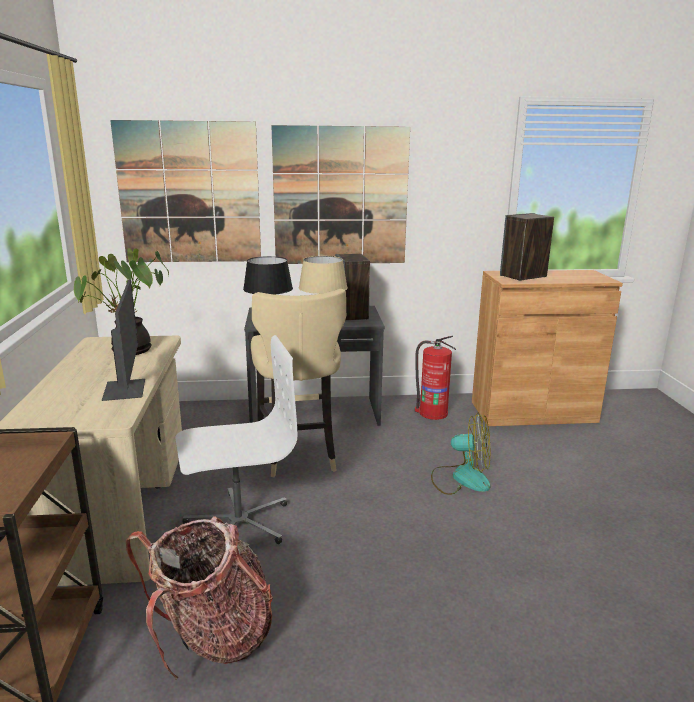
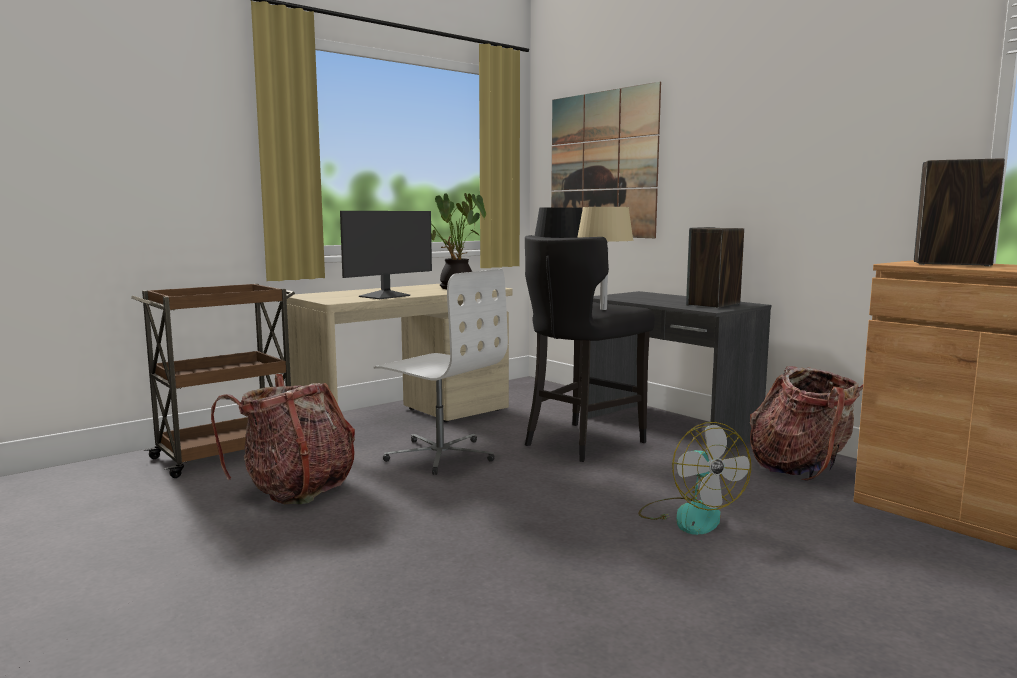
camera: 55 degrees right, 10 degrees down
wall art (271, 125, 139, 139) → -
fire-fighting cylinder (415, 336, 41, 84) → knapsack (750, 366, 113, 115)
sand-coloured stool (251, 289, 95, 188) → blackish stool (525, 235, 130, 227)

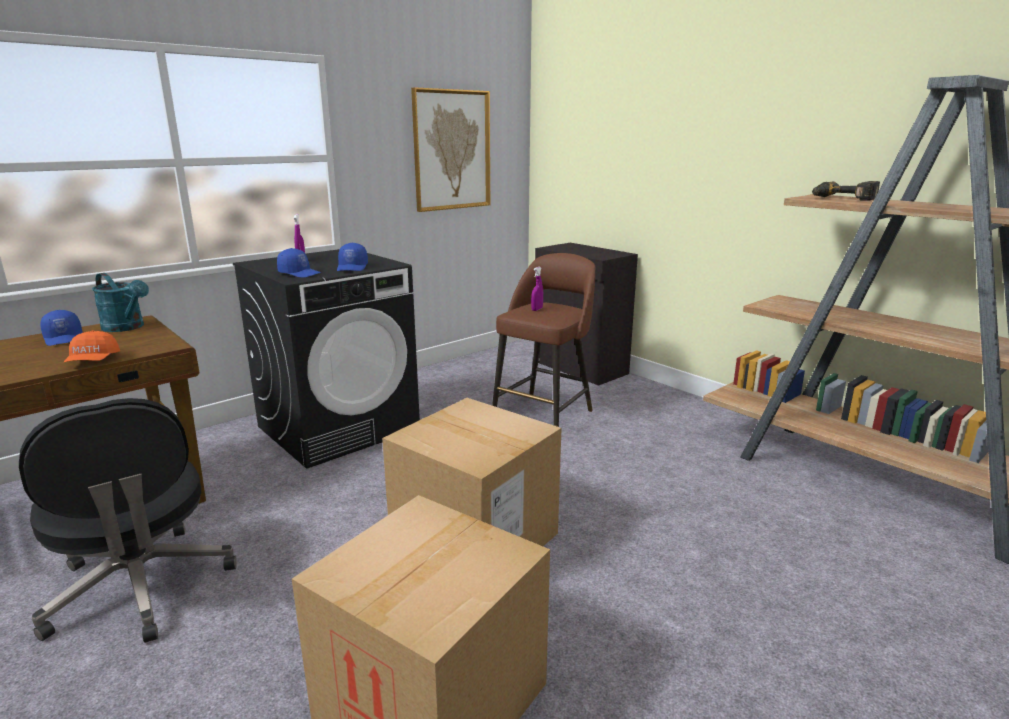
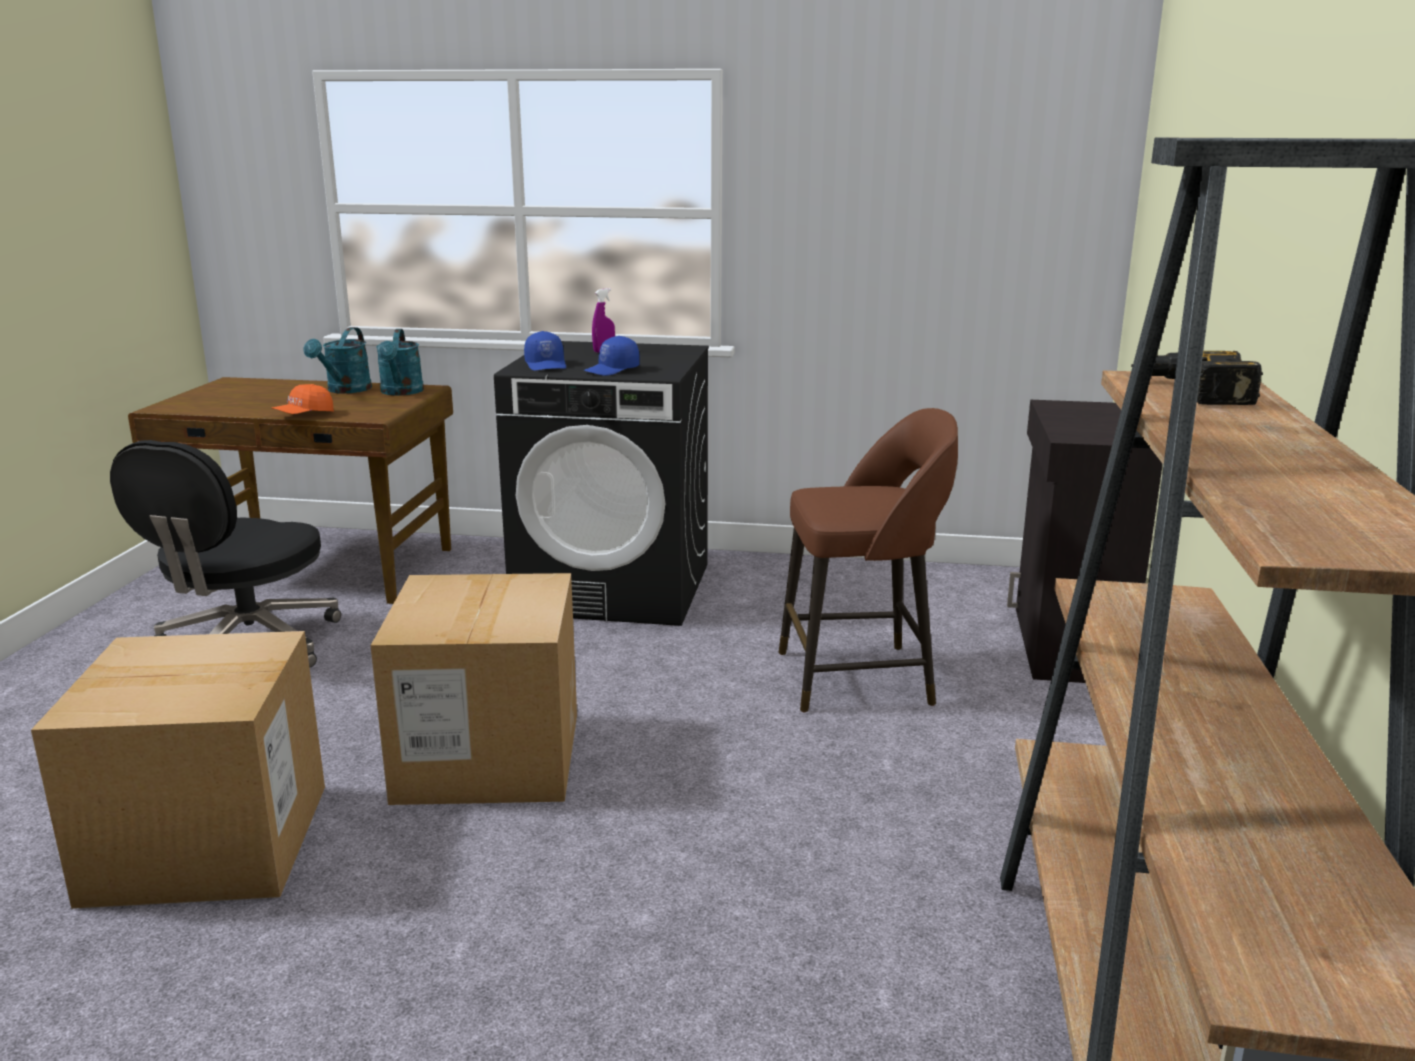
camera: 50 degrees right, 0 degrees up
wall art (411, 87, 79, 125) → -
purple hand sprayer (531, 267, 12, 44) → -
bluish peaked cap (41, 310, 41, 36) → turquoise watering can (303, 327, 69, 66)

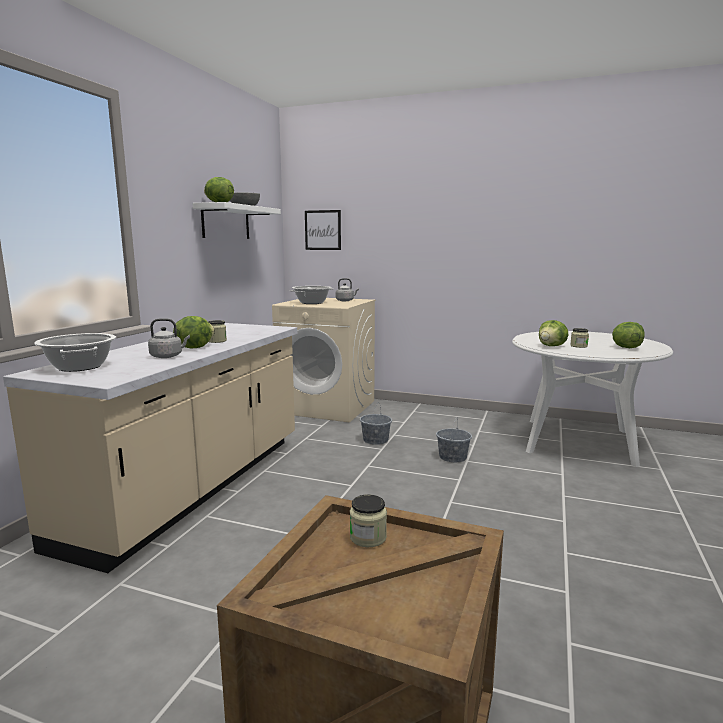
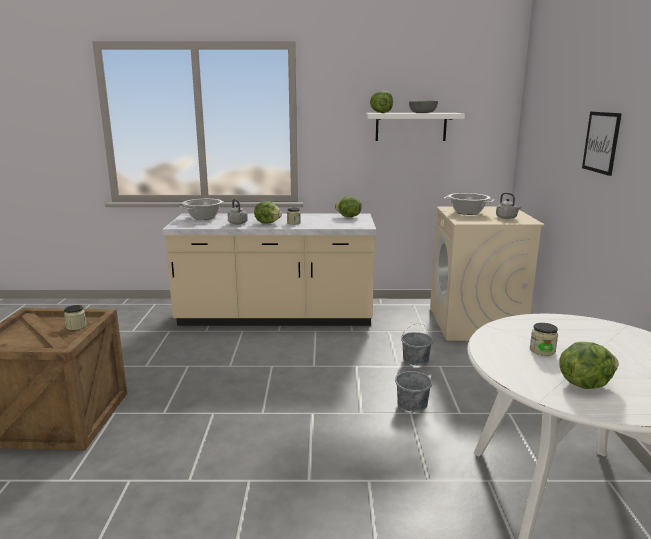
camera: 70 degrees right, 5 degrees up
wall art (305, 210, 36, 40) → wall art (582, 112, 40, 64), shifted
head of lettuce (539, 320, 30, 26) → head of lettuce (335, 196, 26, 21), shifted

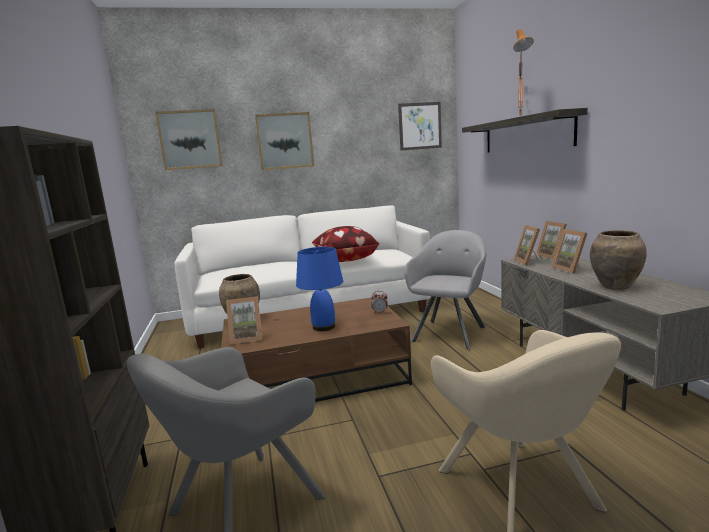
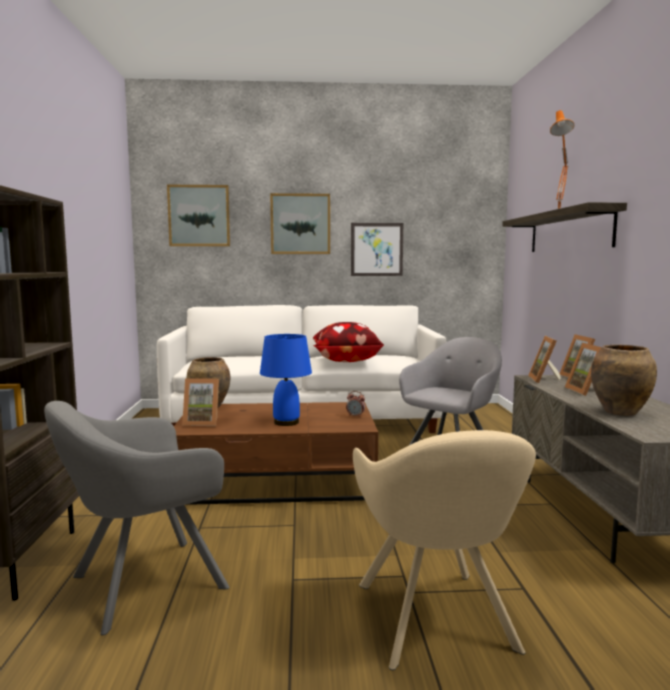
camera: 10 degrees right, 5 degrees down
wall art (398, 102, 44, 49) → wall art (351, 223, 52, 53), shifted

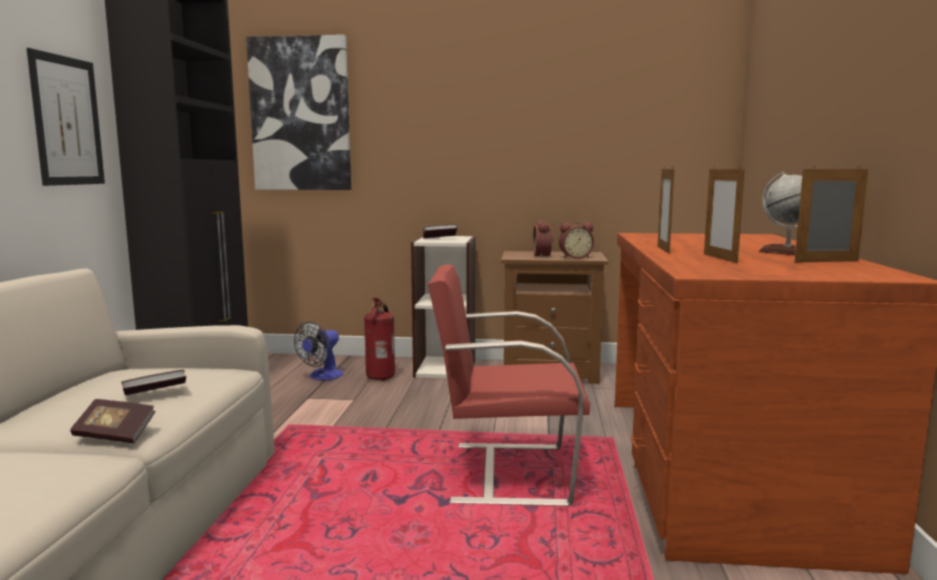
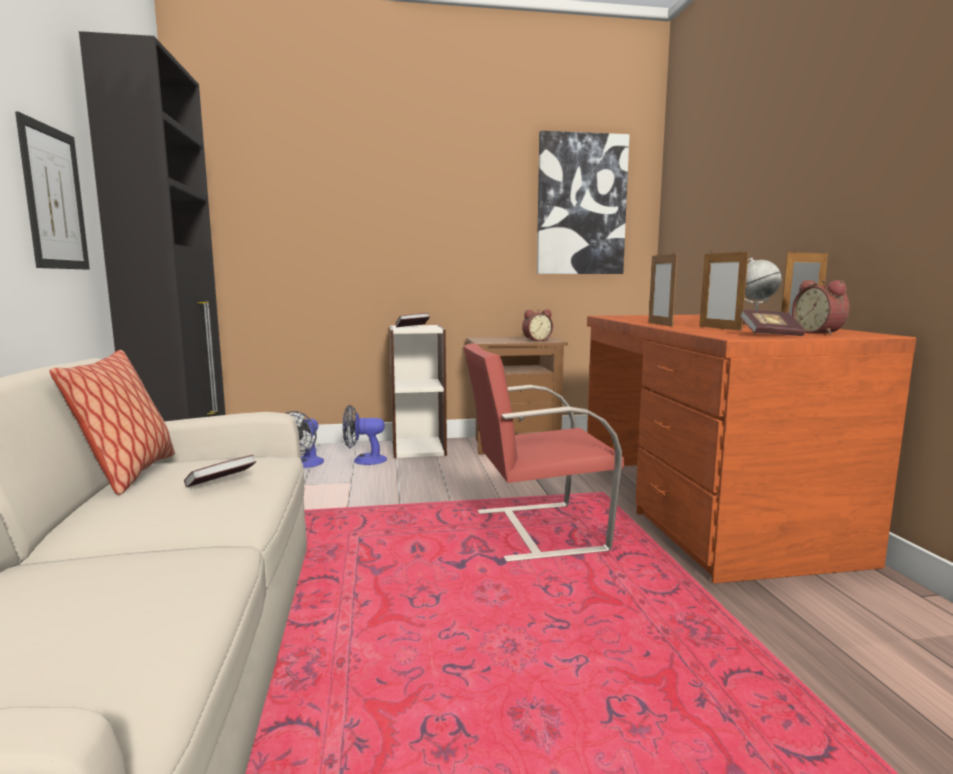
camera: 15 degrees left, 0 degrees up
- → pillow (49, 350, 126, 145)
book (70, 399, 85, 44) → book (740, 310, 65, 26), shifted
wall art (246, 35, 105, 155) → wall art (537, 131, 93, 143), shifted
alarm clock (533, 220, 20, 38) → alarm clock (792, 280, 57, 55), shifted
fire-fighting cylinder (364, 297, 31, 84) → cooling fan (343, 405, 44, 60)

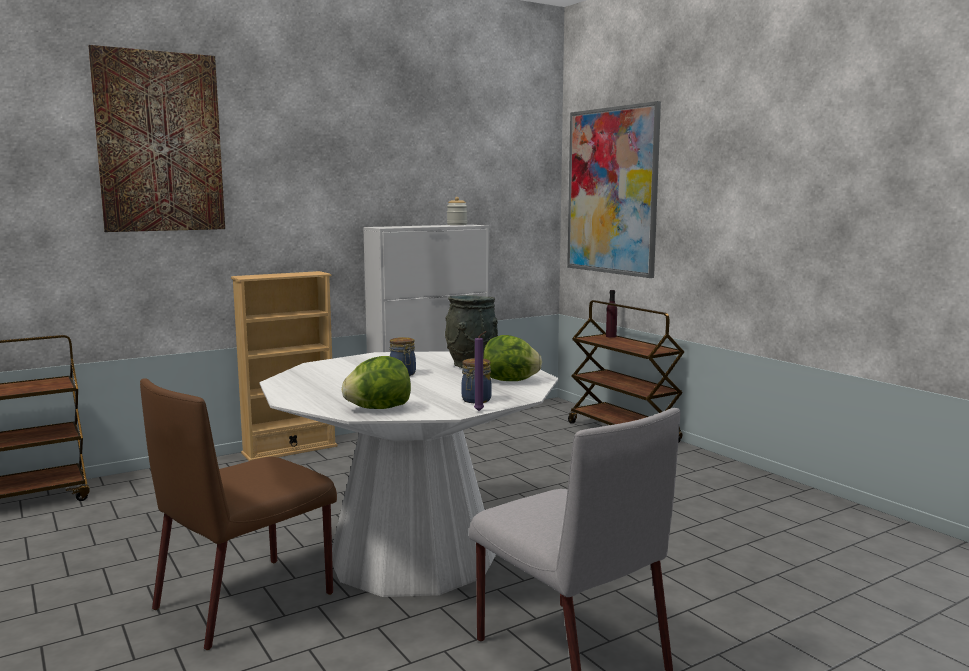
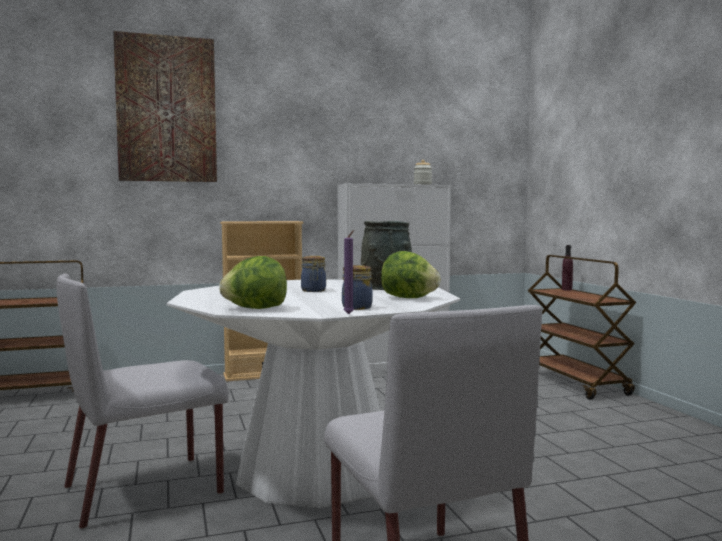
camera: 15 degrees right, 5 degrees down
wall art (567, 101, 94, 177) → -
brownish chair (140, 378, 197, 272) → gray chair (57, 274, 172, 255)

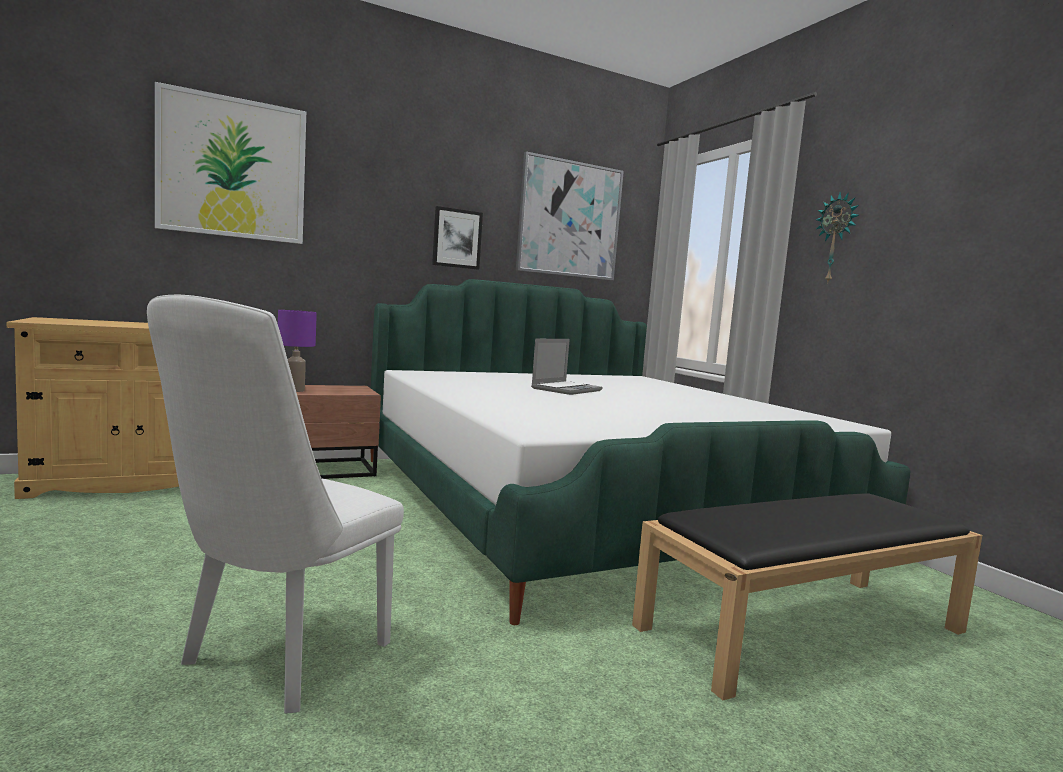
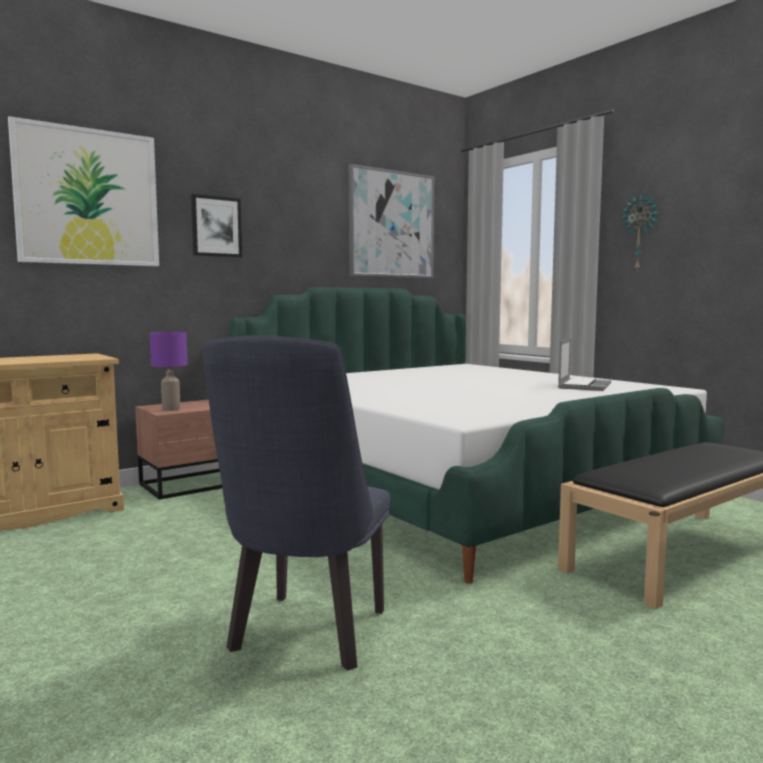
camera: 10 degrees left, 0 degrees up
wall art (432, 206, 51, 64) → wall art (191, 194, 51, 64), shifted
laptop (531, 339, 71, 56) → laptop (558, 338, 53, 53), shifted
whitish chair (147, 295, 257, 419) → bluish chair (203, 335, 188, 335)

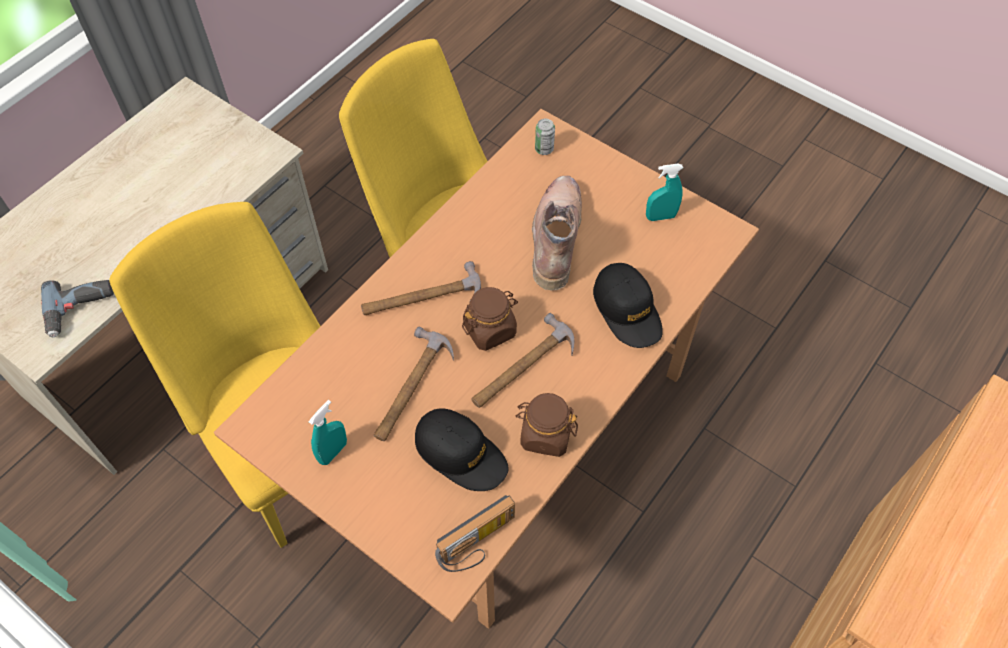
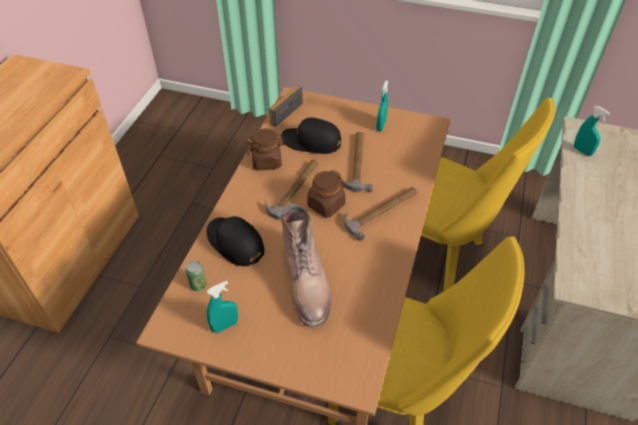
camera: 160 degrees right, 10 degrees down
can (535, 119, 20, 36) → can (185, 261, 22, 30), shifted
power drill (41, 280, 73, 58) → turquoise hand sprayer (574, 106, 36, 50)

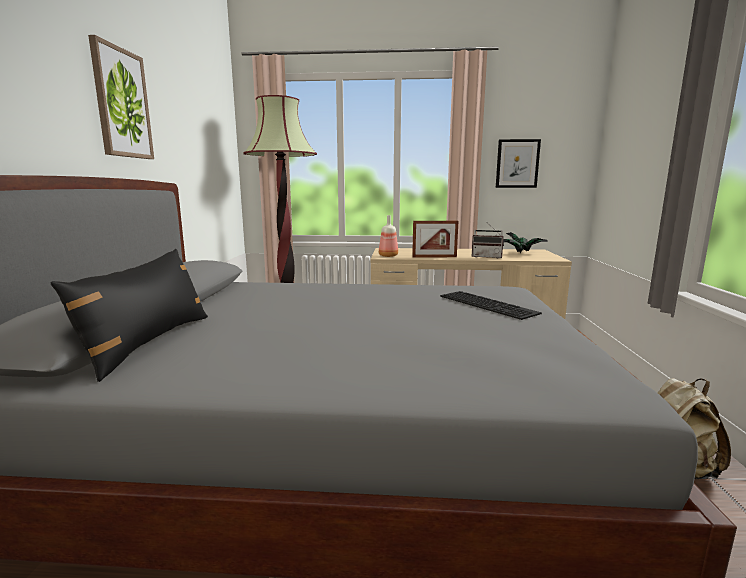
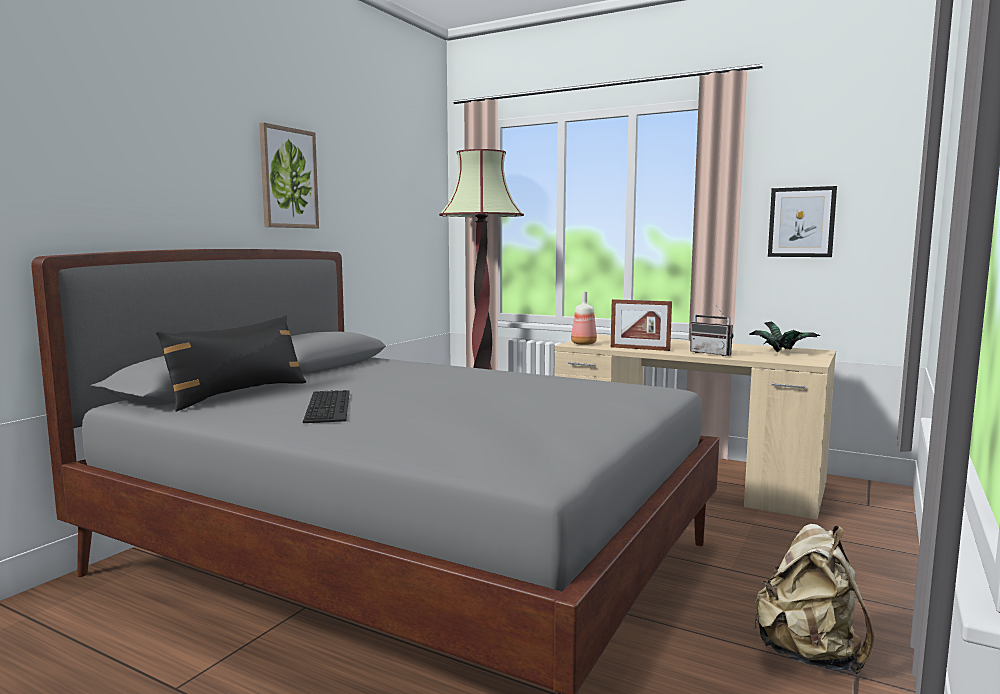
camera: 25 degrees right, 5 degrees down
computer keyboard (440, 291, 102, 29) → computer keyboard (303, 390, 47, 33), shifted

